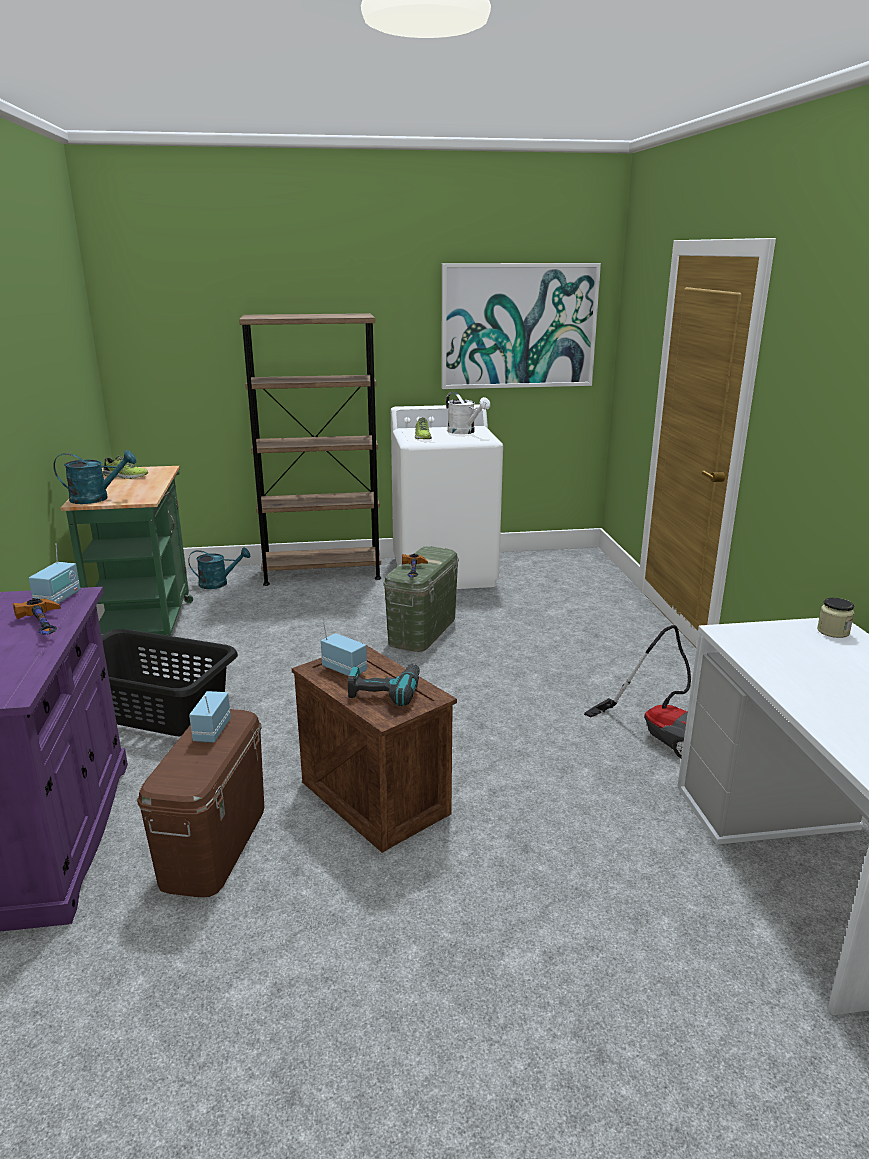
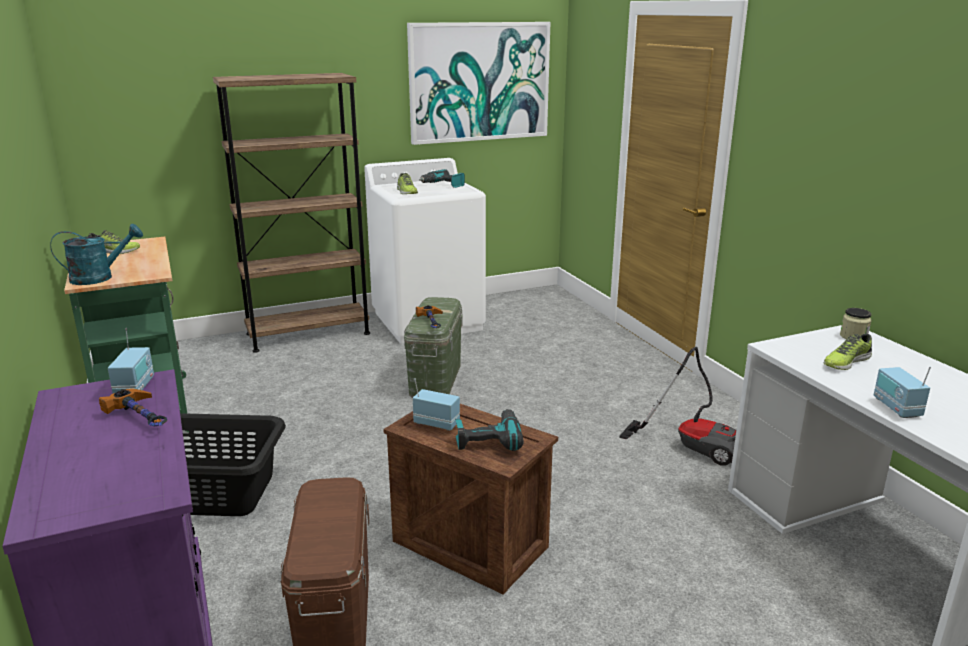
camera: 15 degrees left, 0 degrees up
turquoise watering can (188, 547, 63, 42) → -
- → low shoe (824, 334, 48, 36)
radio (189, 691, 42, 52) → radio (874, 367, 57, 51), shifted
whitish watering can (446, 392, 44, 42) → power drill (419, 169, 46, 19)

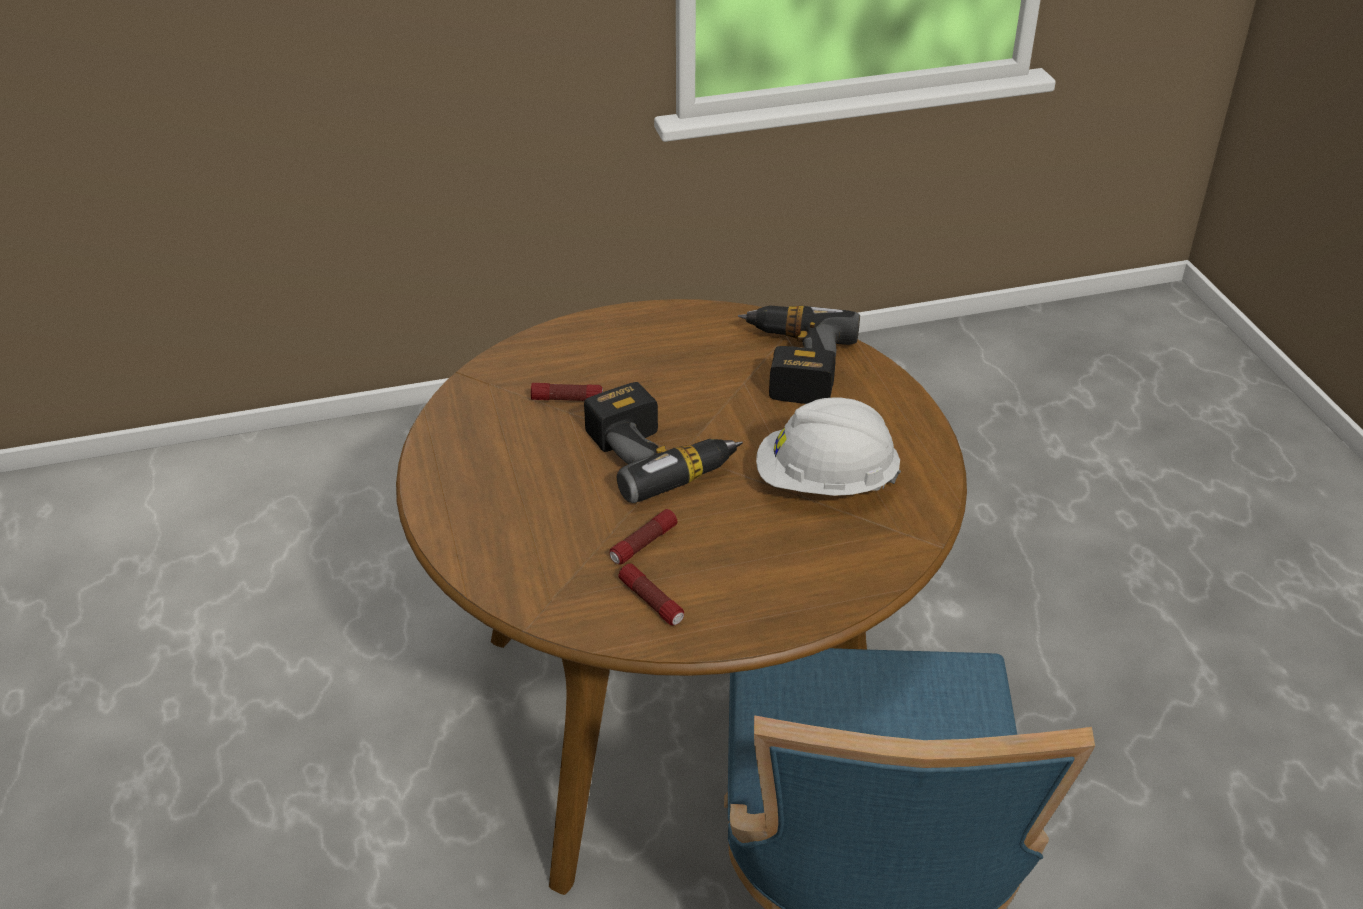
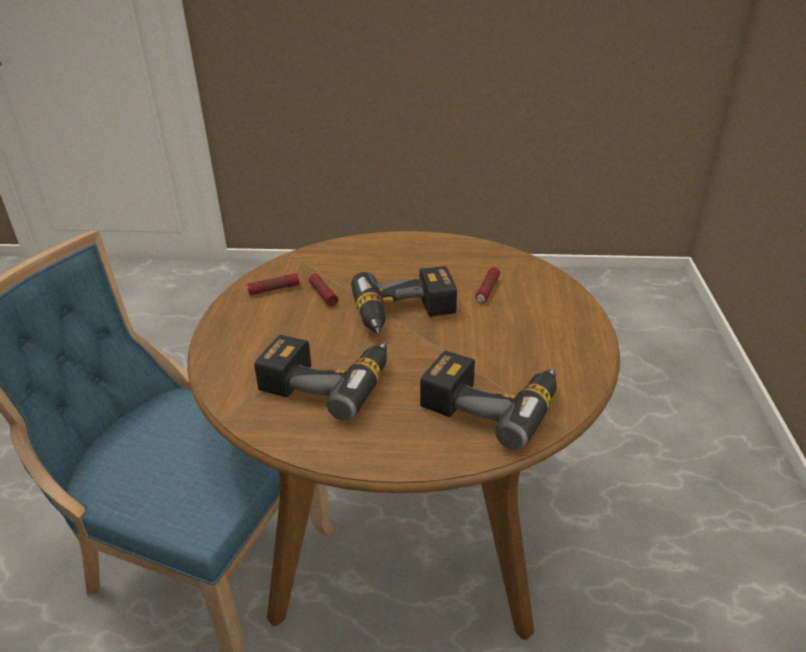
camera: 110 degrees right, 5 degrees down
whitish safety helmet (756, 398, 145, 98) → power drill (254, 335, 133, 86)

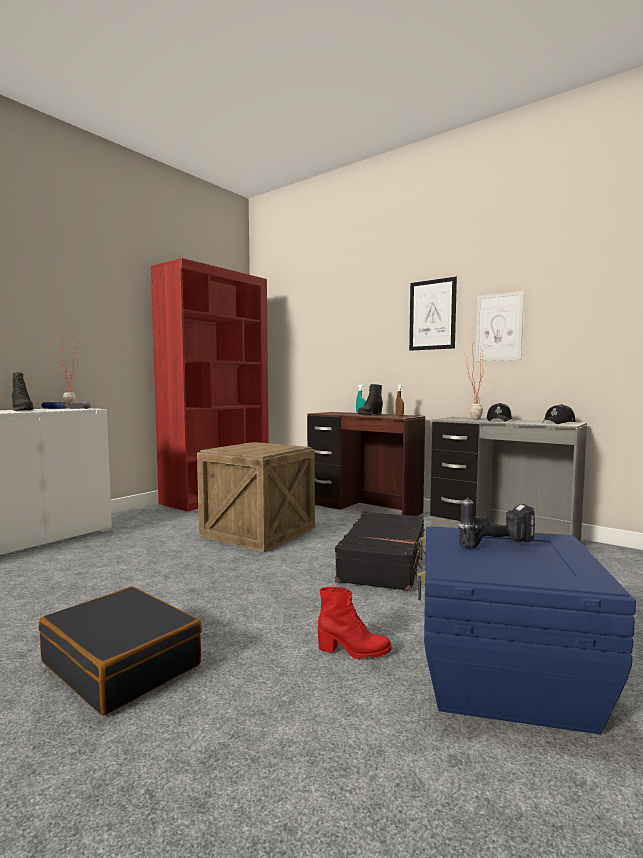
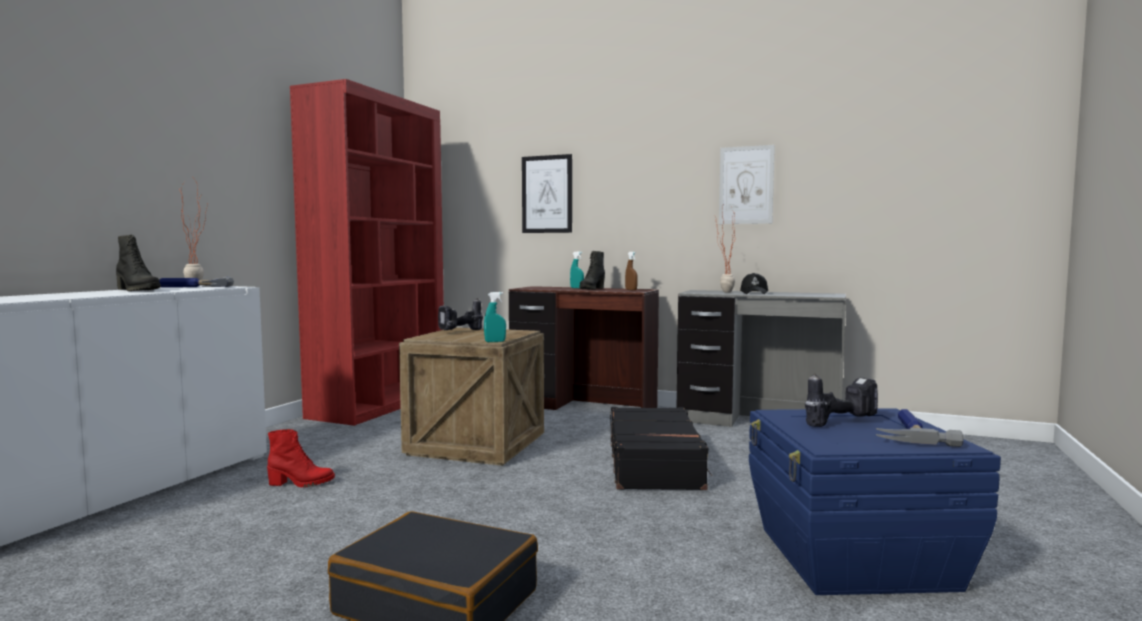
camera: 15 degrees left, 0 degrees up
blackish peaked cap (542, 404, 34, 20) → -
- → power drill (438, 298, 45, 32)
- → turquoise hand sprayer (484, 292, 22, 50)
- → hand hammer (876, 409, 88, 38)
red-coloured high-top boot (318, 587, 74, 73) → red-coloured high-top boot (267, 429, 68, 59), shifted
wall art (409, 277, 48, 74) → wall art (522, 154, 50, 79), shifted

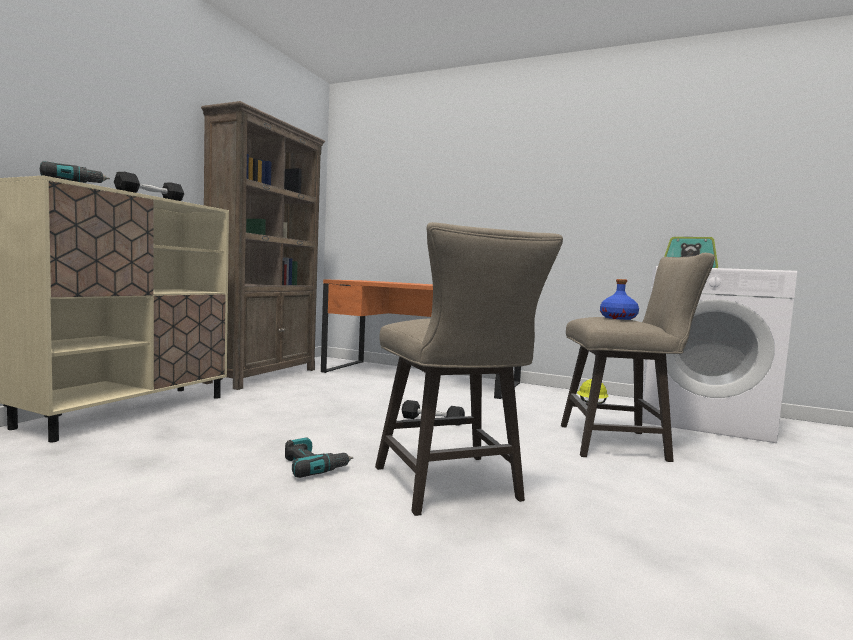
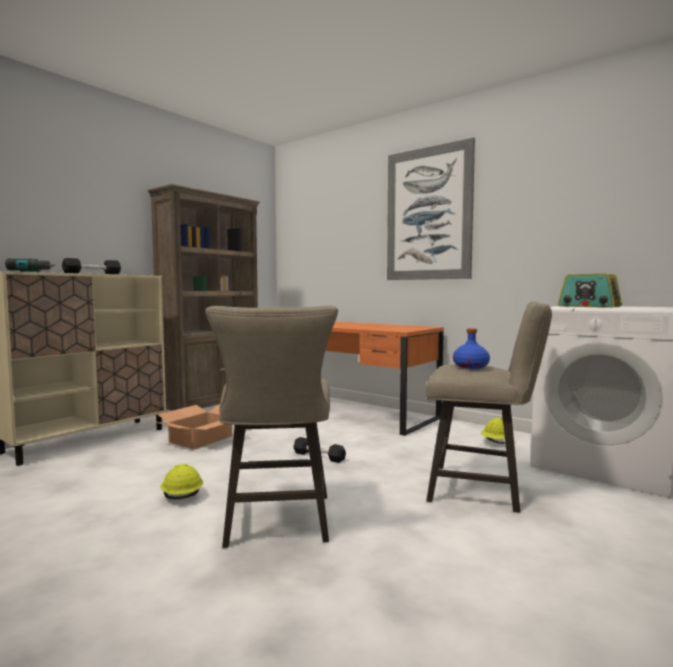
camera: 15 degrees right, 0 degrees up
- → carton (156, 405, 76, 44)
- → wall art (387, 138, 88, 142)
power drill (285, 438, 68, 40) → yellowish safety helmet (160, 464, 43, 35)

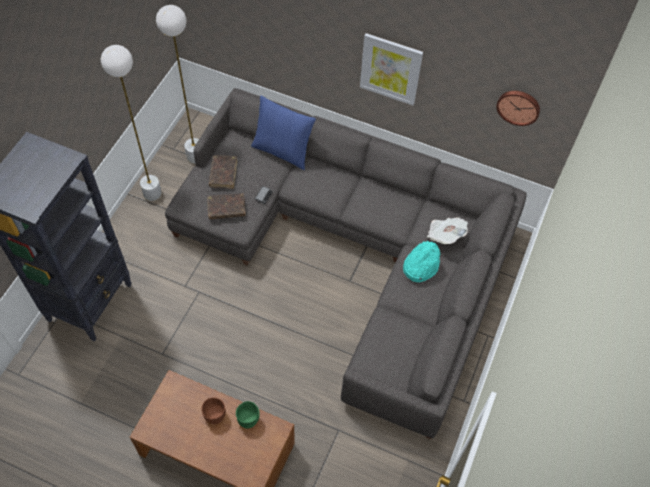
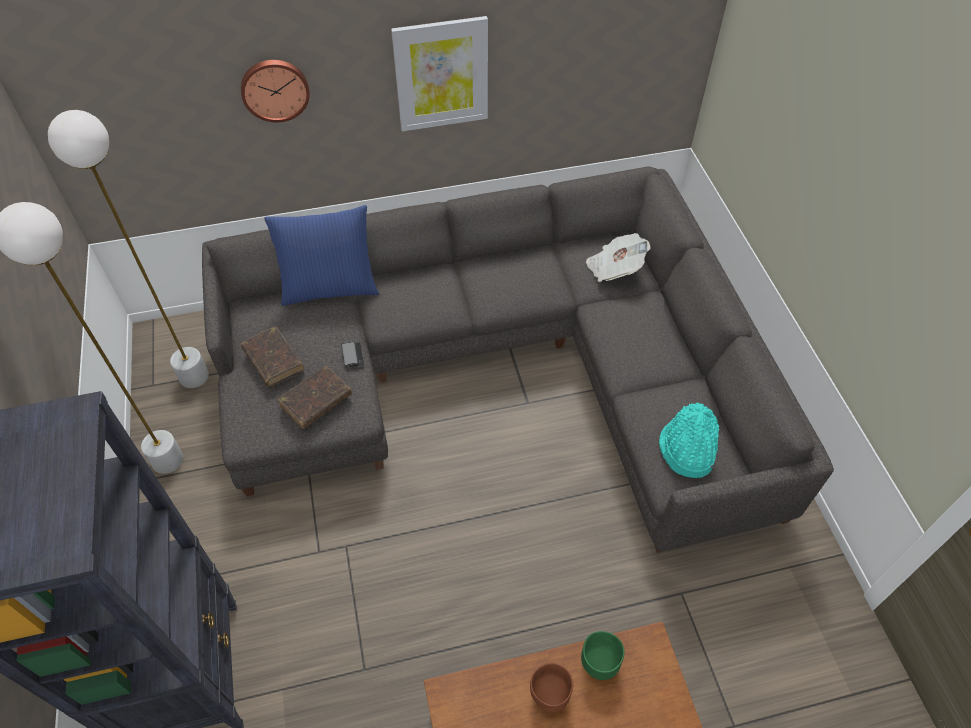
camera: 35 degrees left, 5 degrees down
turquoise hat (403, 241, 37, 41) → turquoise hat (659, 403, 60, 75), shifted
hanging clock (496, 91, 44, 35) → hanging clock (241, 60, 69, 62), shifted

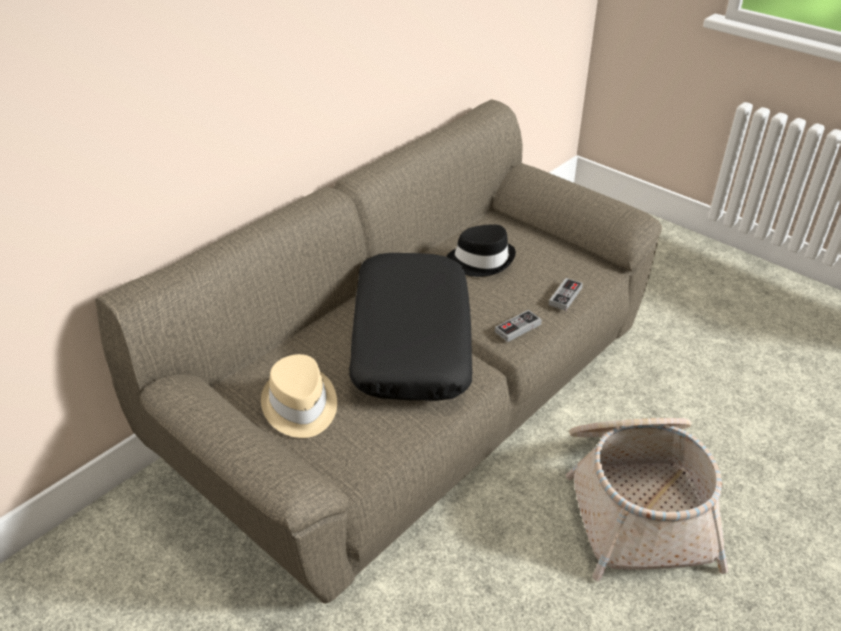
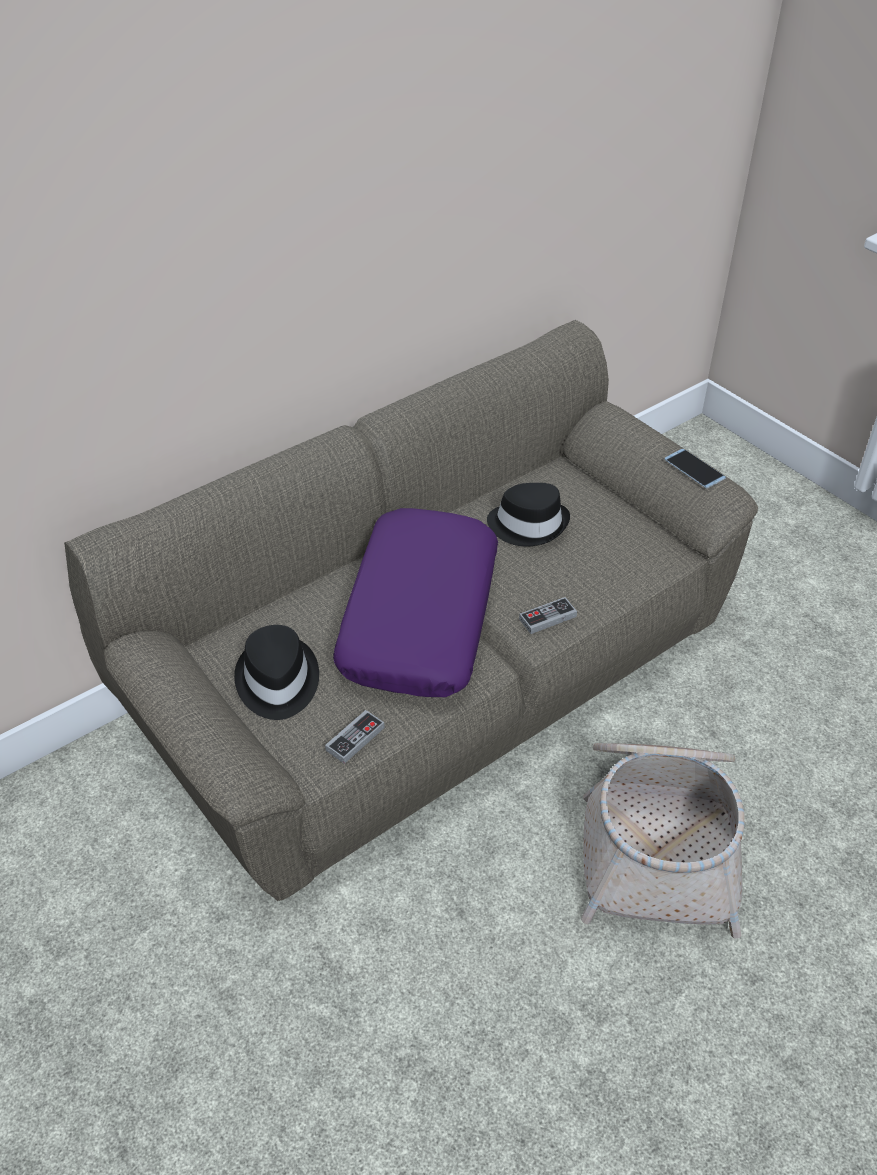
camera: 10 degrees right, 5 degrees up
- → telephone (664, 449, 62, 39)
gamepad (549, 278, 34, 33) → gamepad (325, 710, 60, 54), shifted
sand-coloured hat (261, 354, 76, 84) → blackish hat (234, 625, 85, 95)
blackish pillow (349, 253, 123, 148) → purple pillow (333, 508, 165, 189)

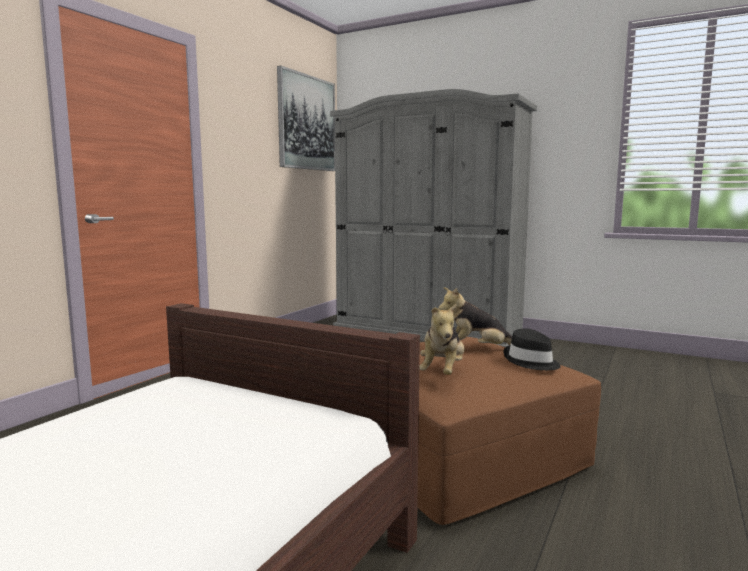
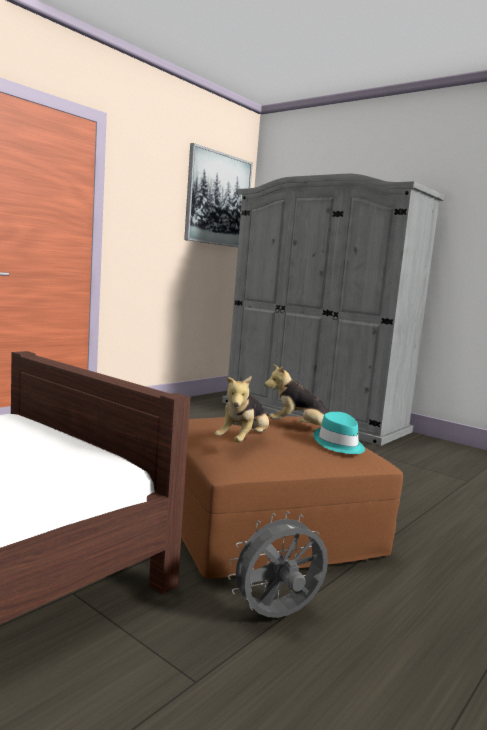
camera: 10 degrees right, 0 degrees up
- → gray cooling fan (228, 511, 100, 107)
blackish hat (503, 328, 58, 42) → turquoise hat (313, 412, 52, 42)

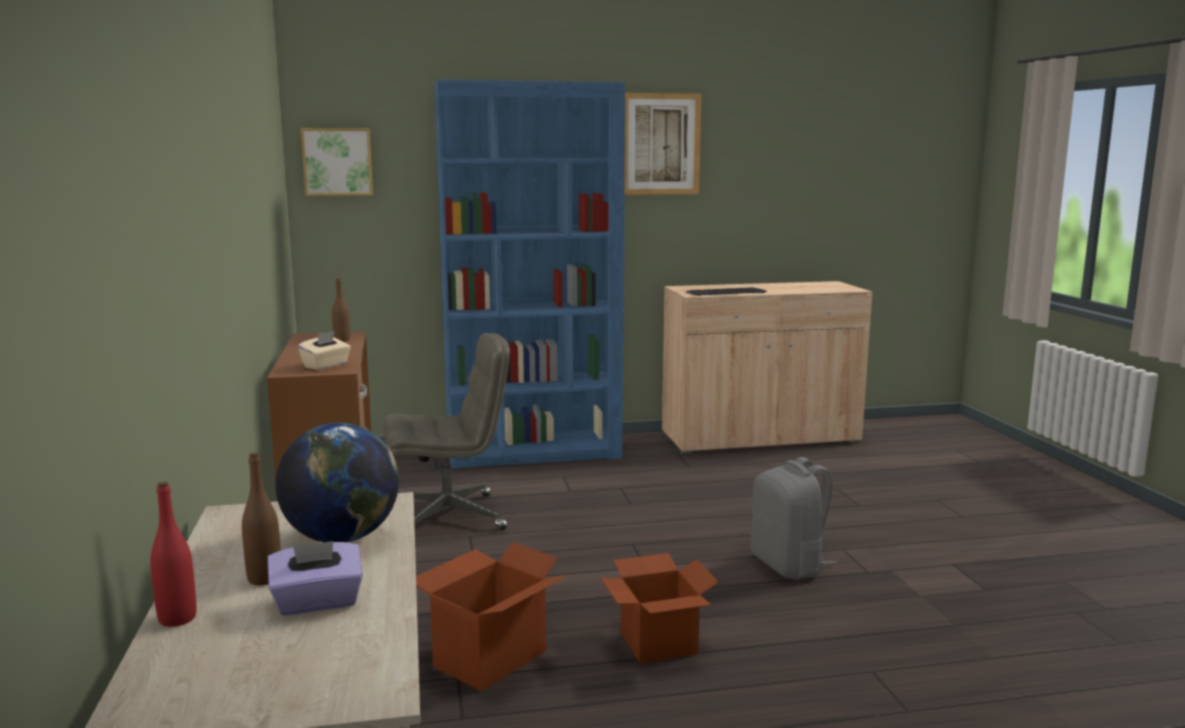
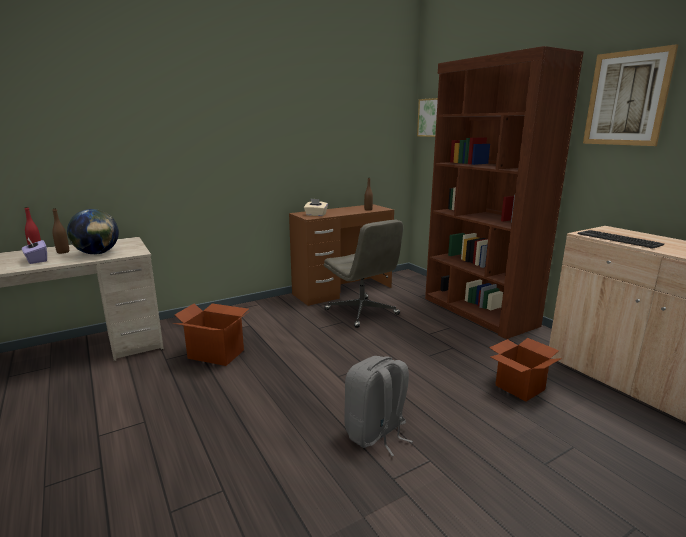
camera: 70 degrees right, 5 degrees up
carton (601, 553, 118, 110) → carton (489, 338, 73, 63), shifted
bluish bookcase (434, 79, 191, 390) → brownish bookcase (425, 46, 159, 293)

